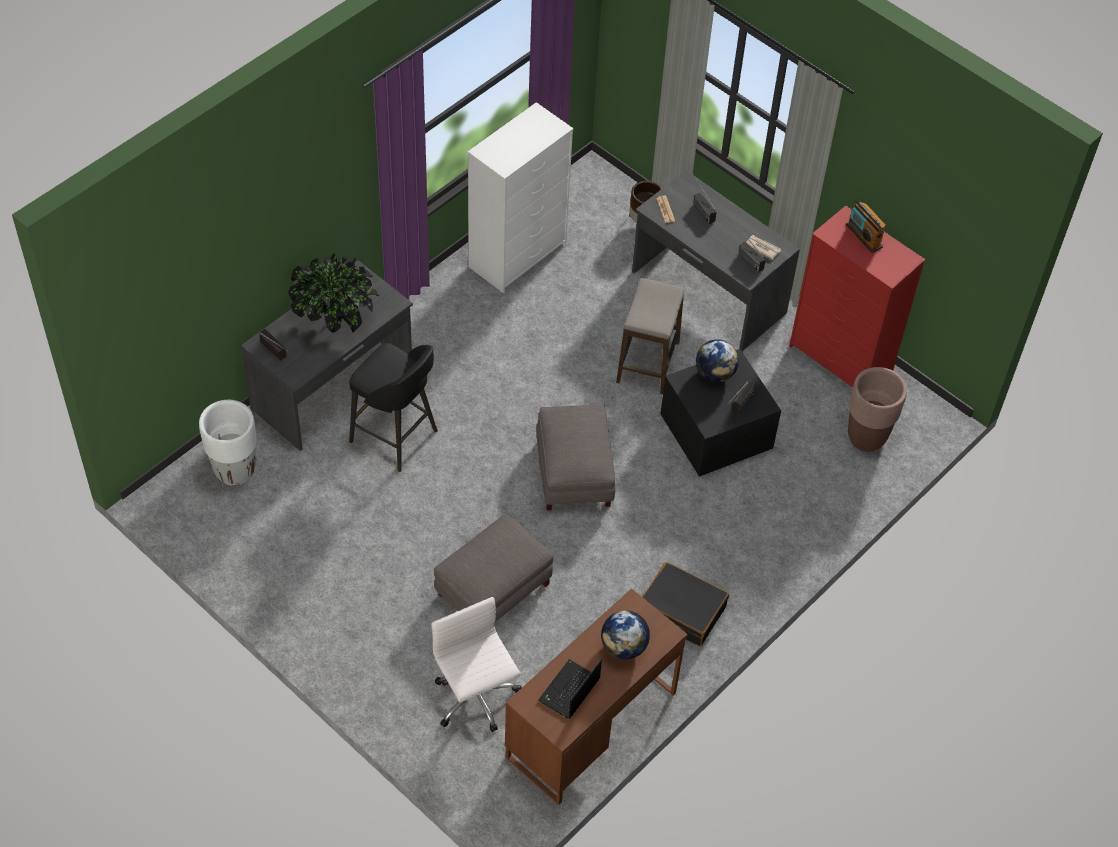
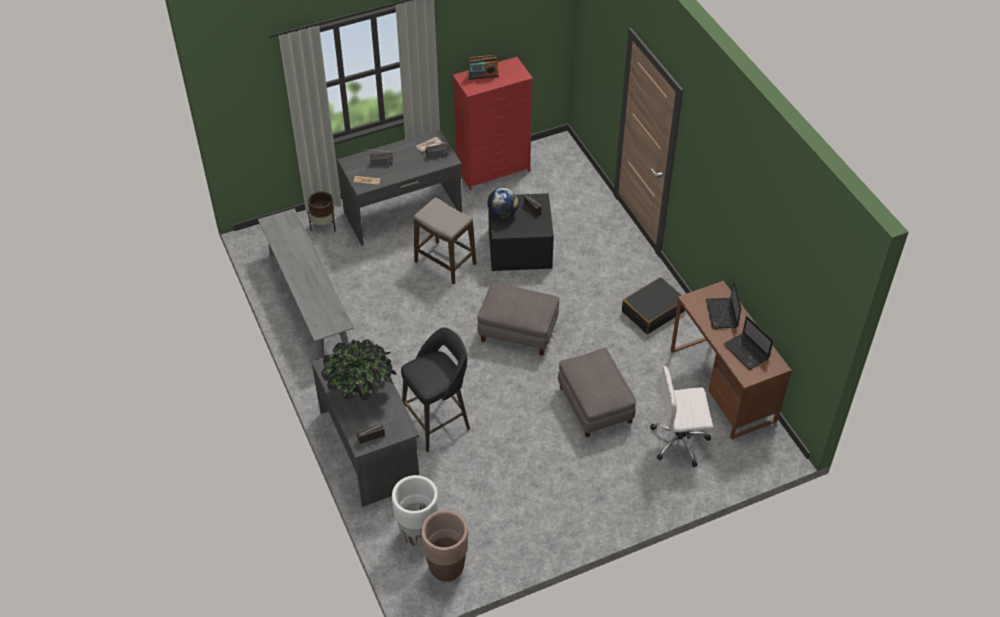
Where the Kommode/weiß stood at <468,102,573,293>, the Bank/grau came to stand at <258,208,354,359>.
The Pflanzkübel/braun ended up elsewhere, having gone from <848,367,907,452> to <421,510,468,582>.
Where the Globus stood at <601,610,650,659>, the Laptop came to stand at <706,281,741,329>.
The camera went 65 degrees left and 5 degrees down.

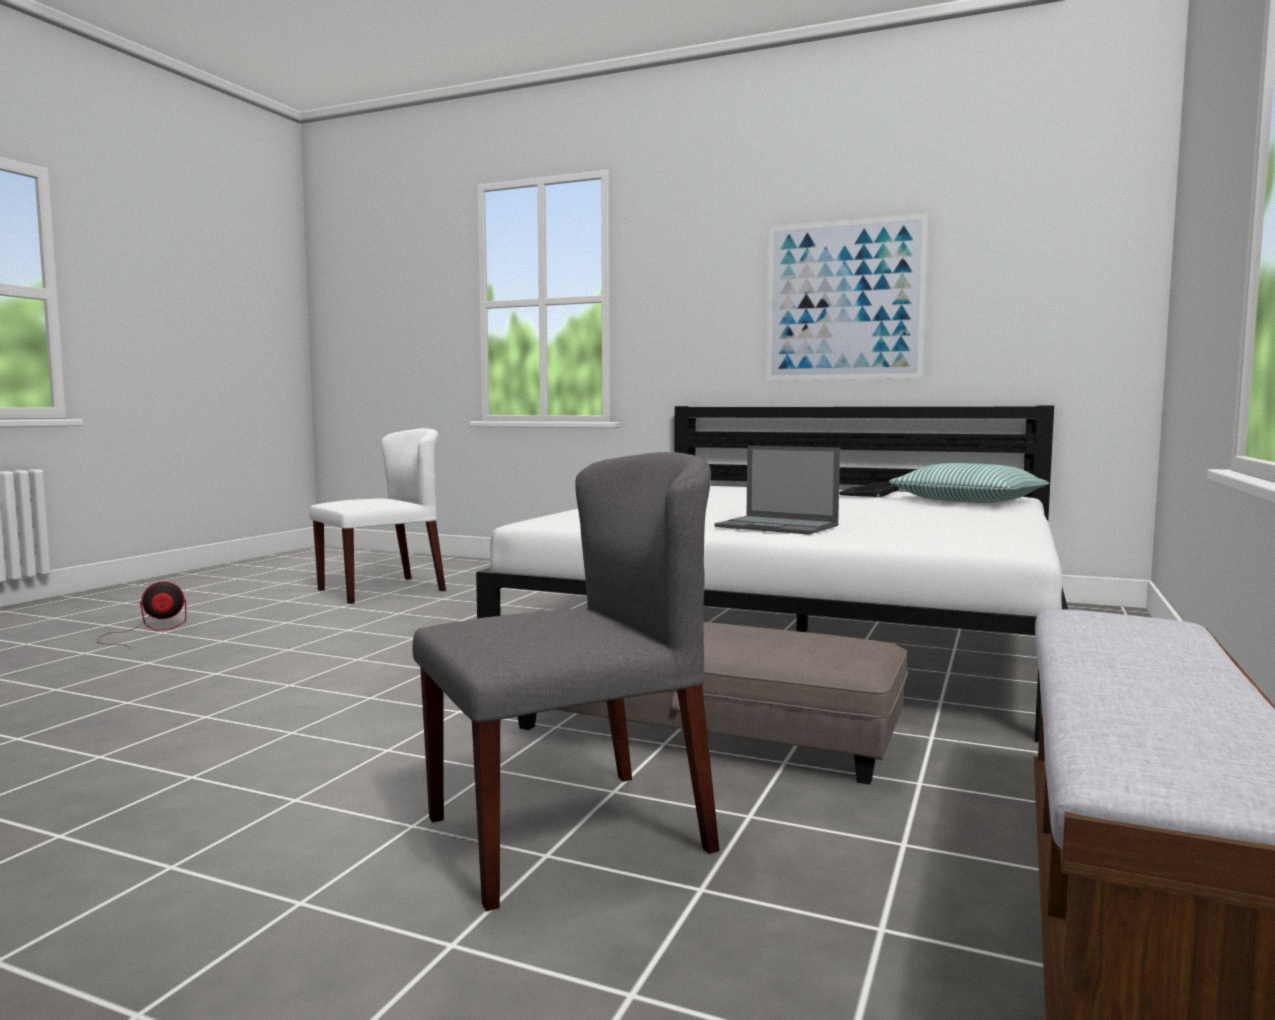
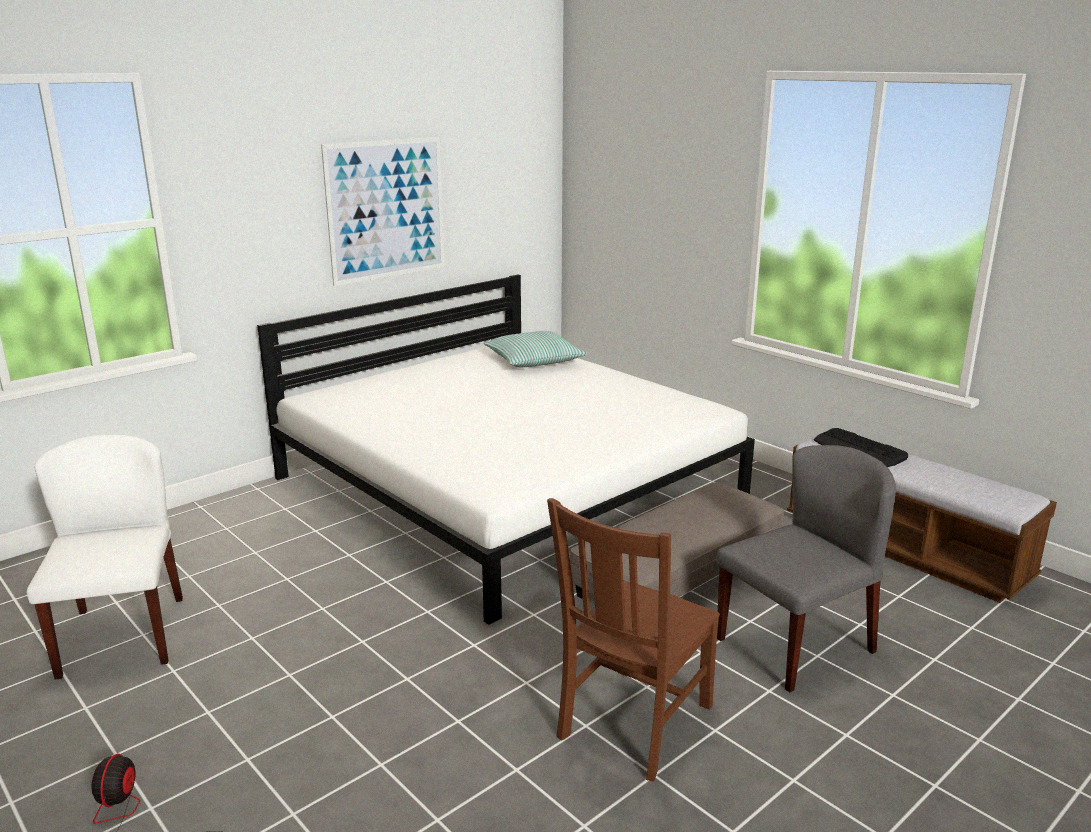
The second view gained the Stuhl/braun at <547,498,720,782>.
The Stuhl/grau at <413,452,719,911> ended up facing another way, 60 degrees clockwise from before.
The Tastatur ended up elsewhere, having gone from <839,482,899,497> to <814,428,908,467>.
The second view lost the Laptop at <714,446,840,535>.
The camera went 65 degrees left and 15 degrees up.

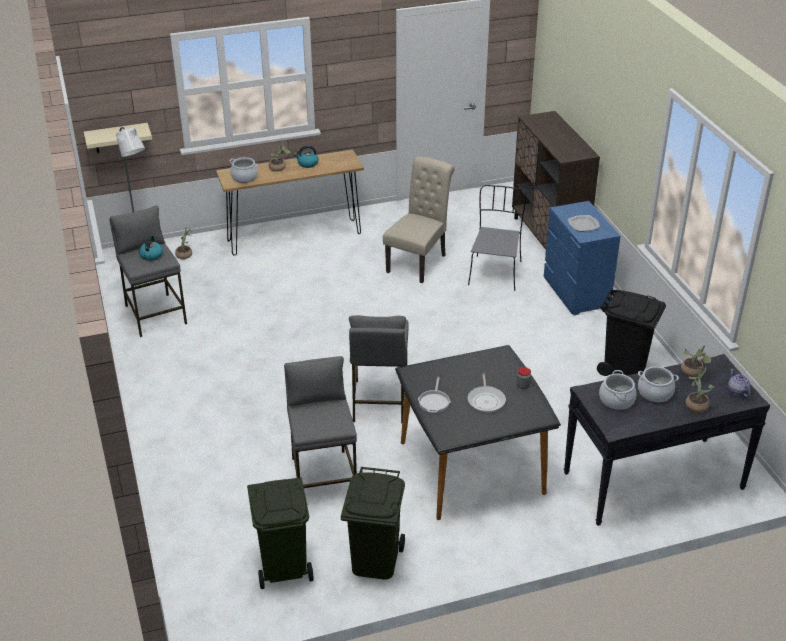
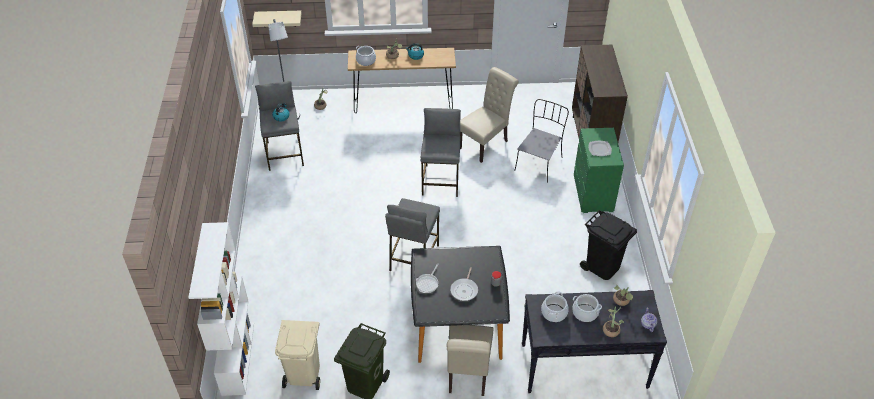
The second view gained the Bücherregal/weiß at <188,222,254,396>.
What was the Mülleimer/grün at <247,477,314,589> turned into the Mülleimer/beige at <275,320,320,390>.
The Hocker/grau ended up elsewhere, having gone from <284,356,357,488> to <421,108,461,197>.
The second view gained the Stuhl/beige at <446,325,493,396>.
What was the Kommode/blau at <544,201,621,315> turned into the Kommode/grün at <574,128,624,213>.
The camera went 15 degrees right and 10 degrees up.

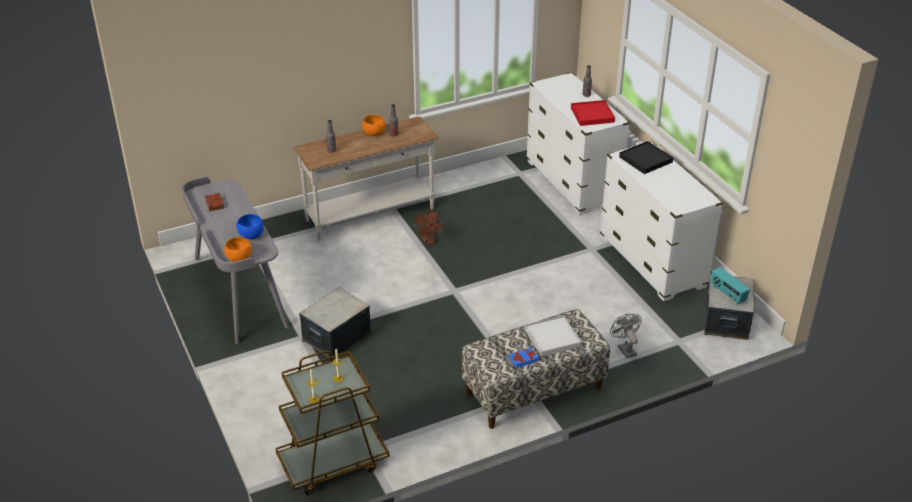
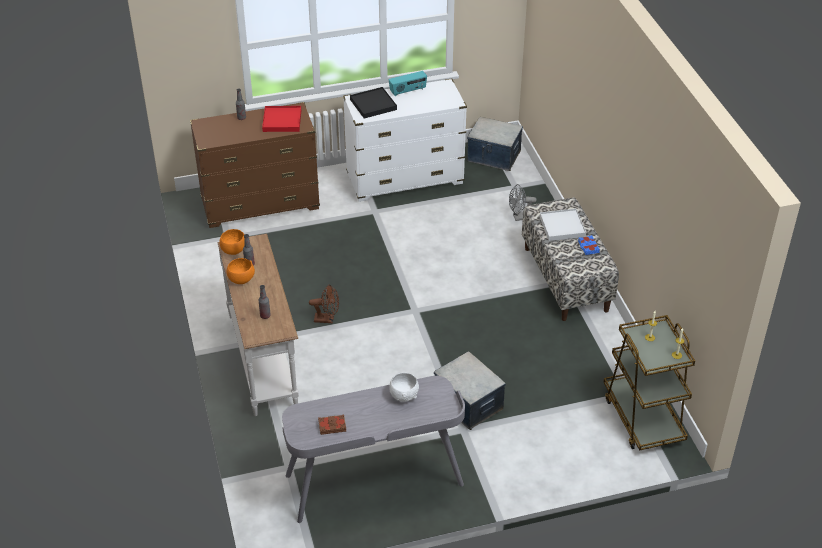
What was the Kommode/weiß at <526,72,630,215> turned into the Kommode/braun at <190,102,320,228>.
The Schüssel/orange ended up elsewhere, having gone from <224,237,252,262> to <219,229,245,255>.
The Radio ended up elsewhere, having gone from <711,267,750,304> to <389,71,427,96>.
What was the Schüssel/blau at <236,214,264,239> turned into the Schüssel/weiß at <389,373,419,402>.
The camera went 80 degrees left and 5 degrees up.

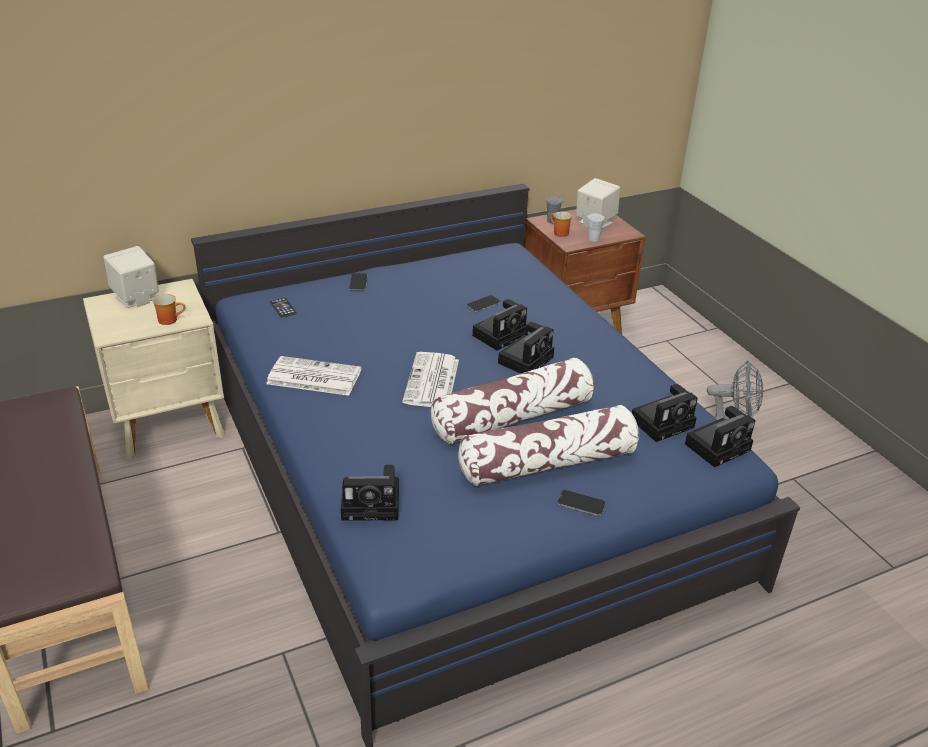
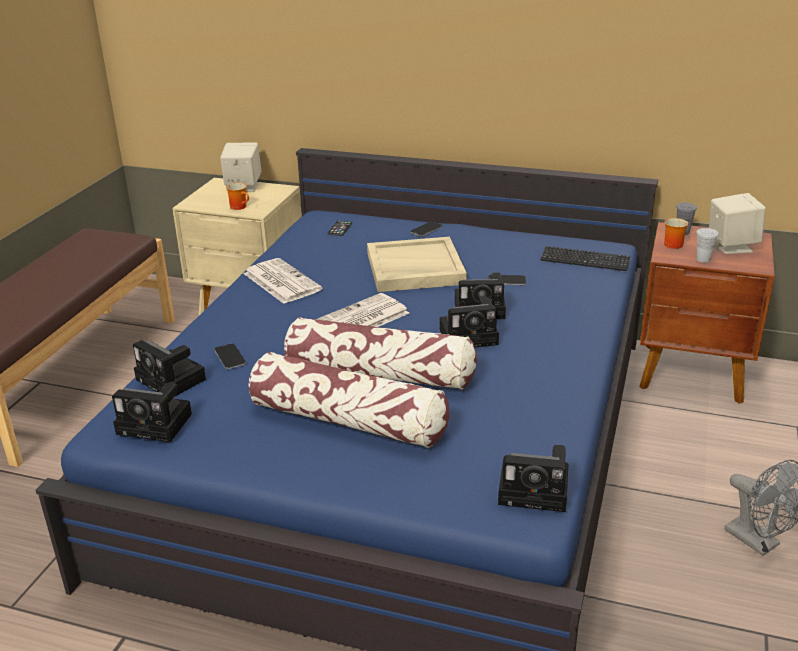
The Kamera ended up elsewhere, having gone from <632,384,698,442> to <112,383,192,442>.
The Handy ended up elsewhere, having gone from <557,490,605,516> to <214,344,246,369>.
The second view gained the Tablett/beige at <367,237,467,292>.
The second view gained the Tastatur at <541,246,630,271>.
The camera went 45 degrees right and 5 degrees down.

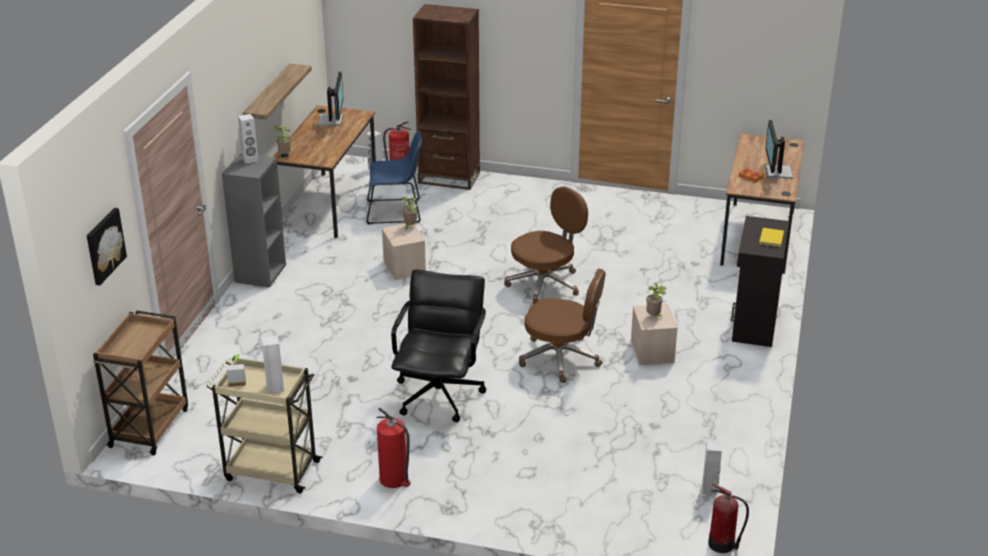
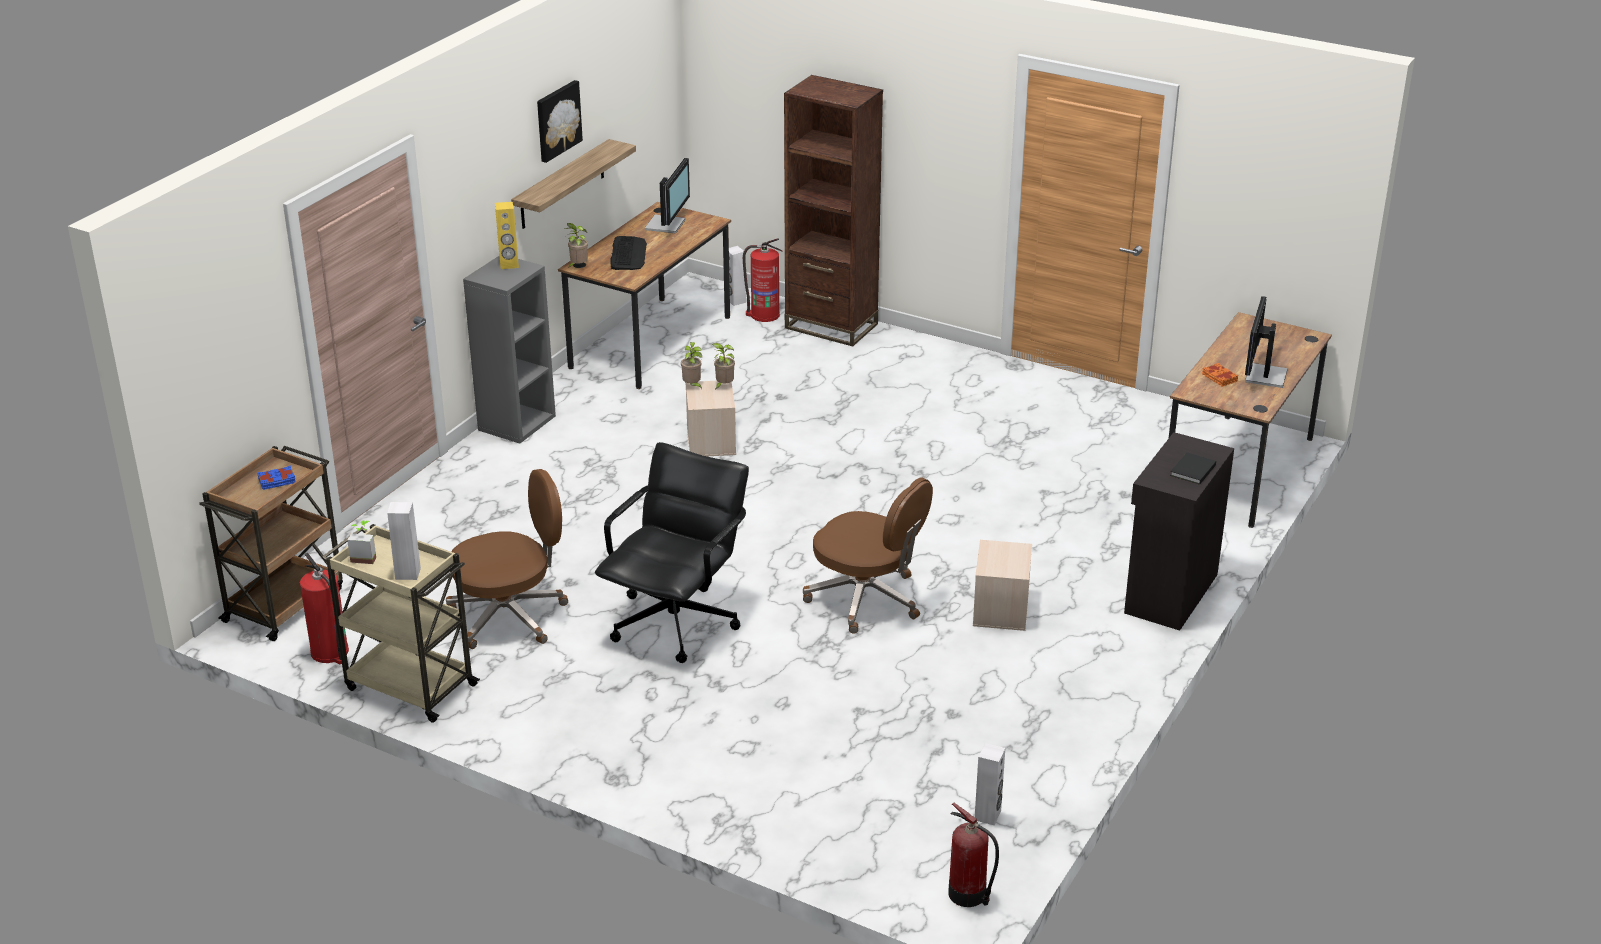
The second view gained the Buch/blau at <257,466,296,490>.
The Feuerlöscher ended up elsewhere, having gone from <376,408,411,488> to <300,553,349,664>.
The Bürostuhl/braun ended up elsewhere, having gone from <504,186,588,304> to <446,469,568,649>.
What was the Lautsprecher/weiß at <238,114,258,164> turned into the Lautsprecher/gelb at <495,202,519,269>.
The Bild ended up elsewhere, having gone from <87,208,127,285> to <537,80,583,163>.
The second view gained the Tastatur at <611,236,647,270>.
The Topfpflanze ended up elsewhere, having gone from <646,283,666,318> to <681,342,702,389>.
What was the Buch/gelb at <759,228,784,248> turned into the Buch/schwarz at <1170,452,1216,485>.
The second view lost the Stuhl/blau at <366,131,422,224>.
The camera went 15 degrees right and 0 degrees up.

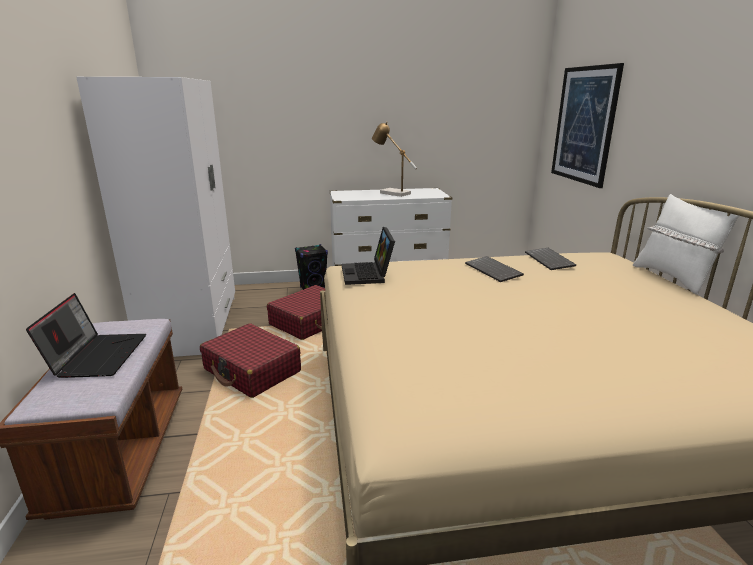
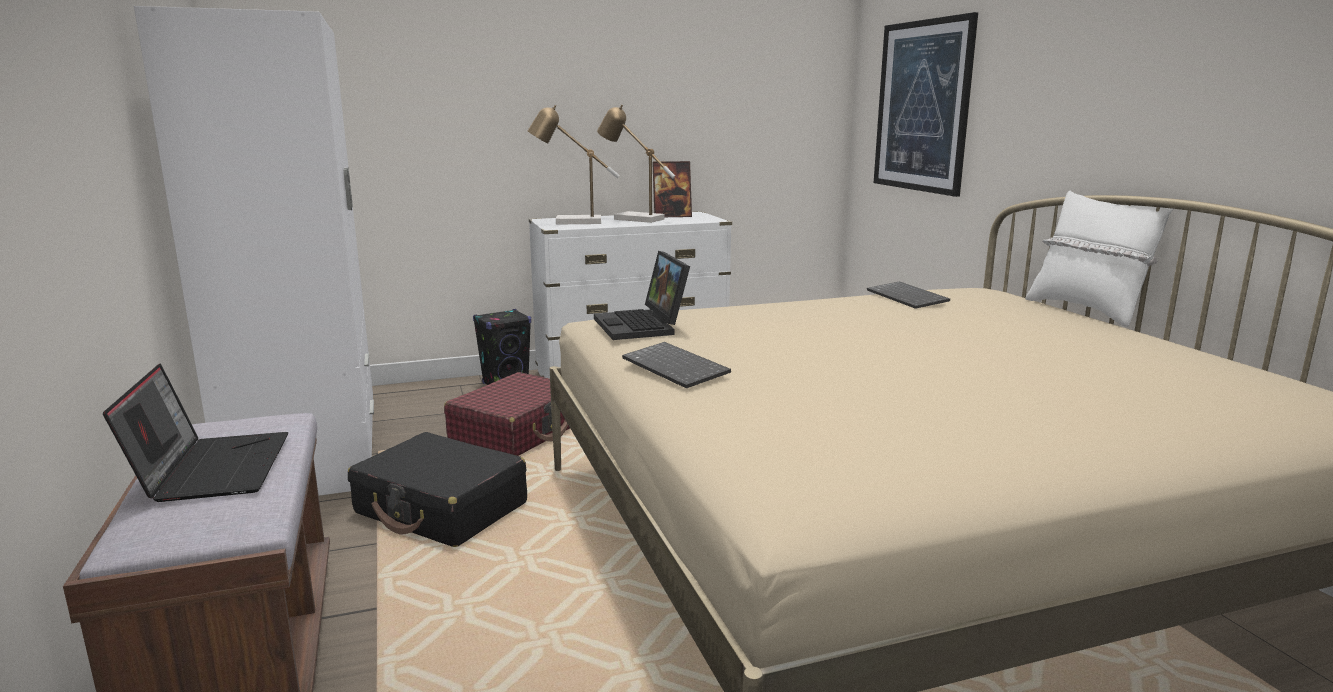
What was the Koffer/rot at <200,323,301,398> turned into the Koffer/schwarz at <348,432,527,547>.
The second view gained the Tischlampe at <528,105,620,224>.
The Tastatur ended up elsewhere, having gone from <465,256,524,282> to <622,342,731,388>.
The second view gained the Bilderrahmen at <652,161,692,217>.
The camera went 10 degrees left and 5 degrees down.

